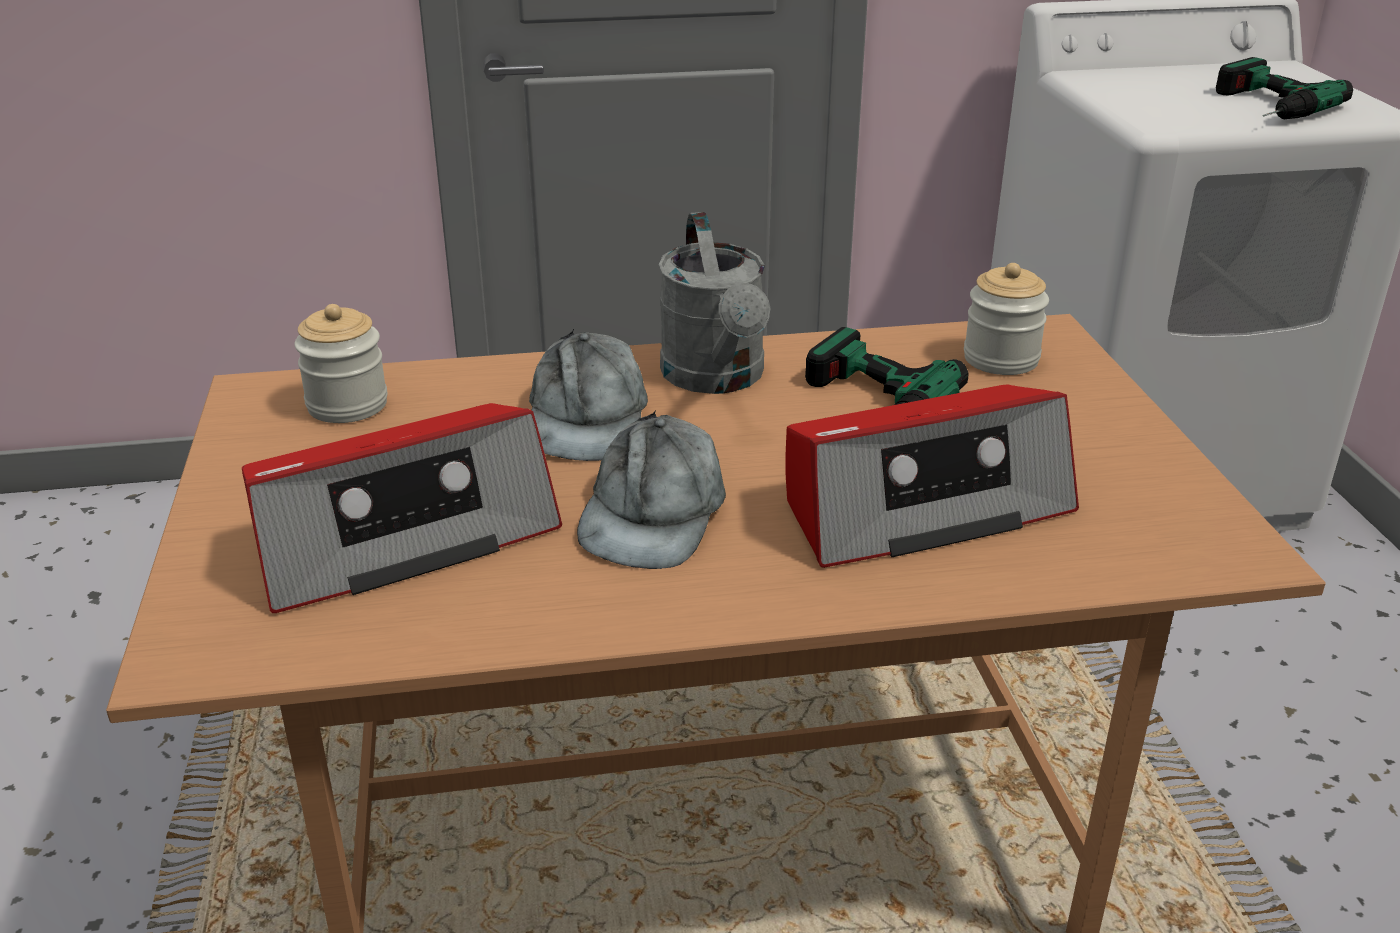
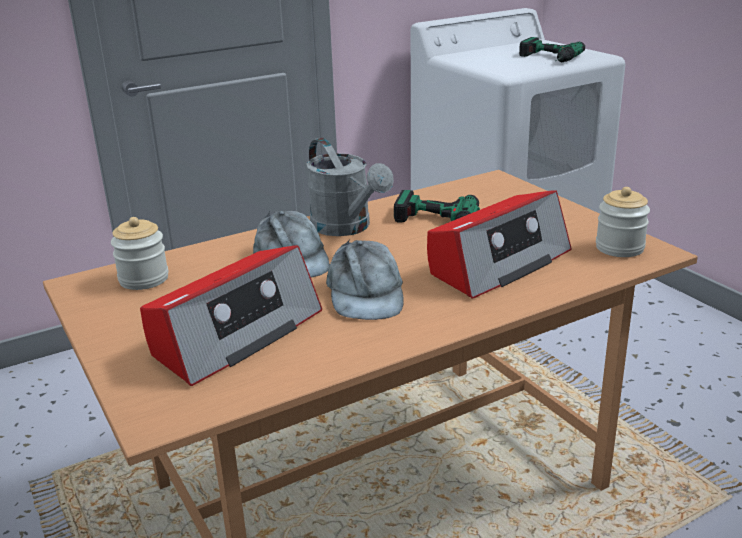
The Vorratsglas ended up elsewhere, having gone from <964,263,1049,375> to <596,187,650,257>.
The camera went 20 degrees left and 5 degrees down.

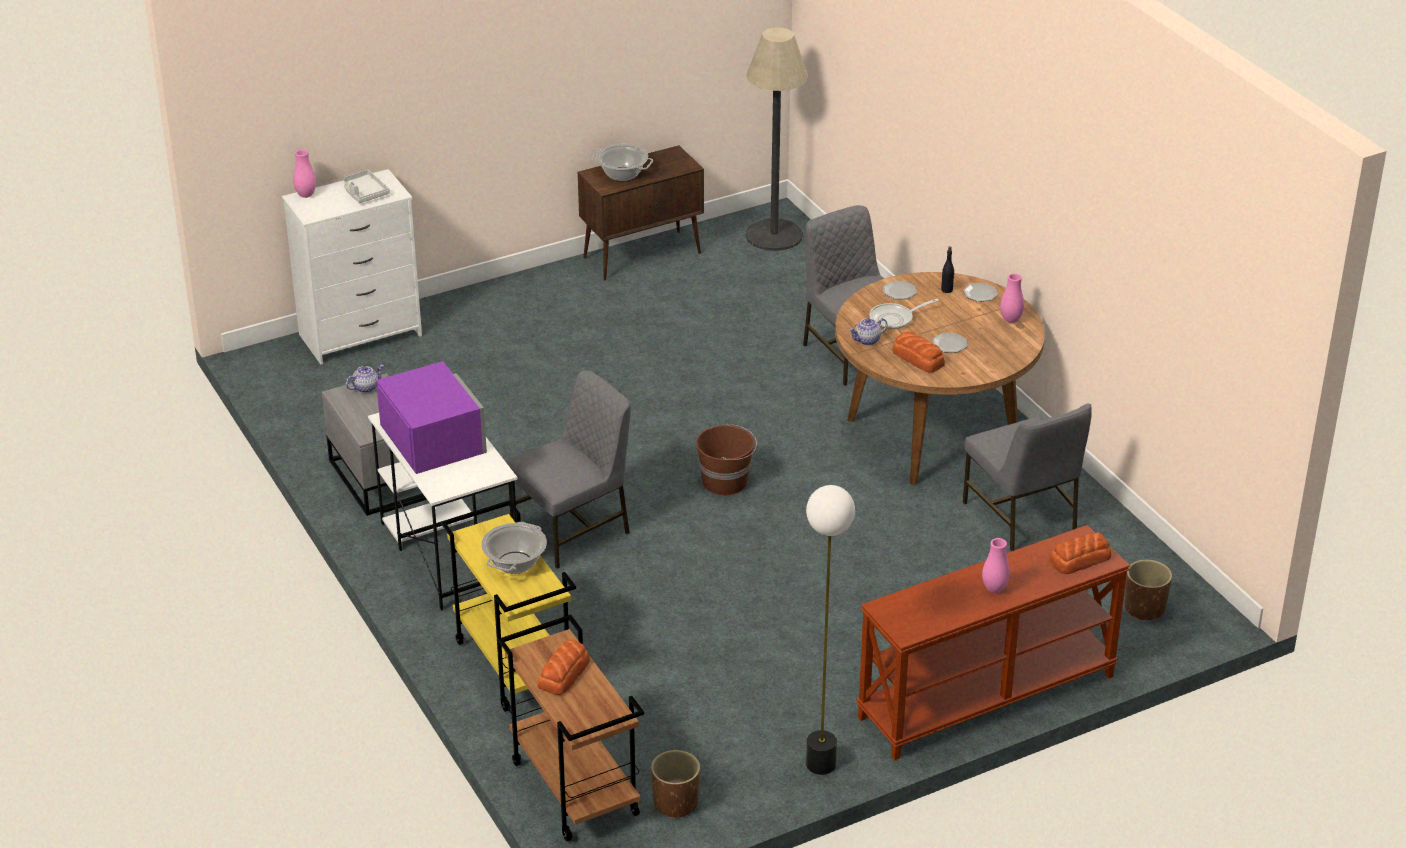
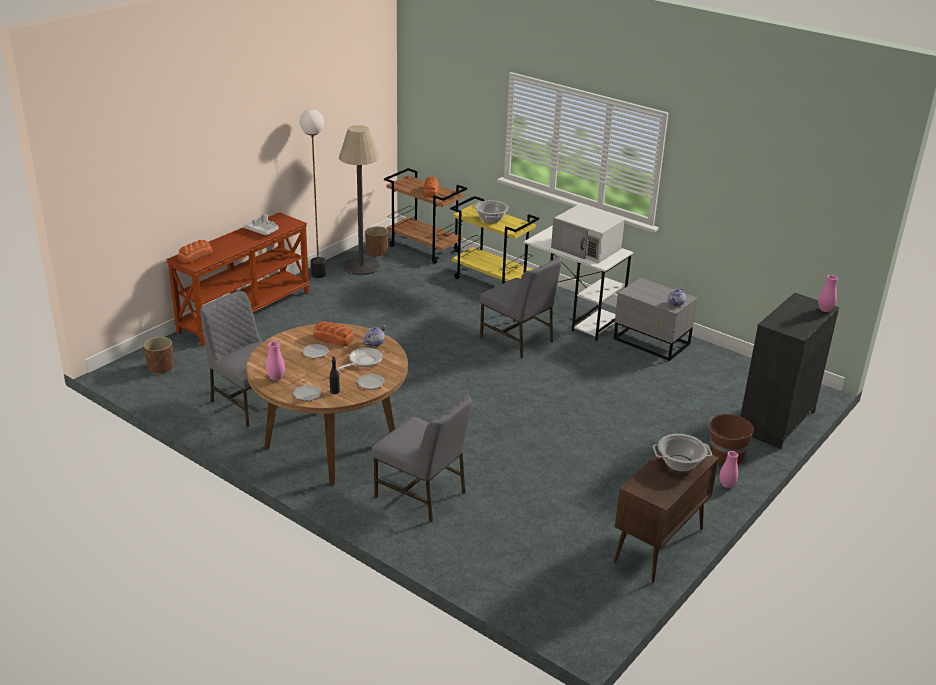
The Tablett/grau ended up elsewhere, having gone from <344,170,390,203> to <244,214,278,235>.
The Stehlampe ended up elsewhere, having gone from <746,27,808,251> to <339,125,380,275>.
The Stuhl/grau at <505,370,631,569> ended up facing another way, 75 degrees counterclockwise from before.
What was the Mikrowelle/lila at <376,361,487,474> turned into the Mikrowelle/weiß at <551,205,625,263>.
The Eimer/braun ended up elsewhere, having gone from <696,424,757,495> to <708,413,754,465>.
The Vase/rosa ended up elsewhere, having gone from <982,538,1010,593> to <720,451,738,488>.
What was the Kommode/weiß at <282,169,422,364> turned into the Kommode/schwarz at <740,293,839,449>.
The camera went 155 degrees right and 5 degrees down.

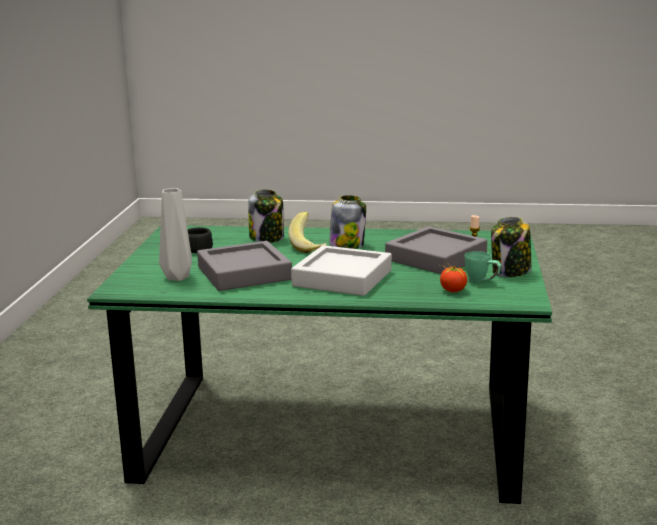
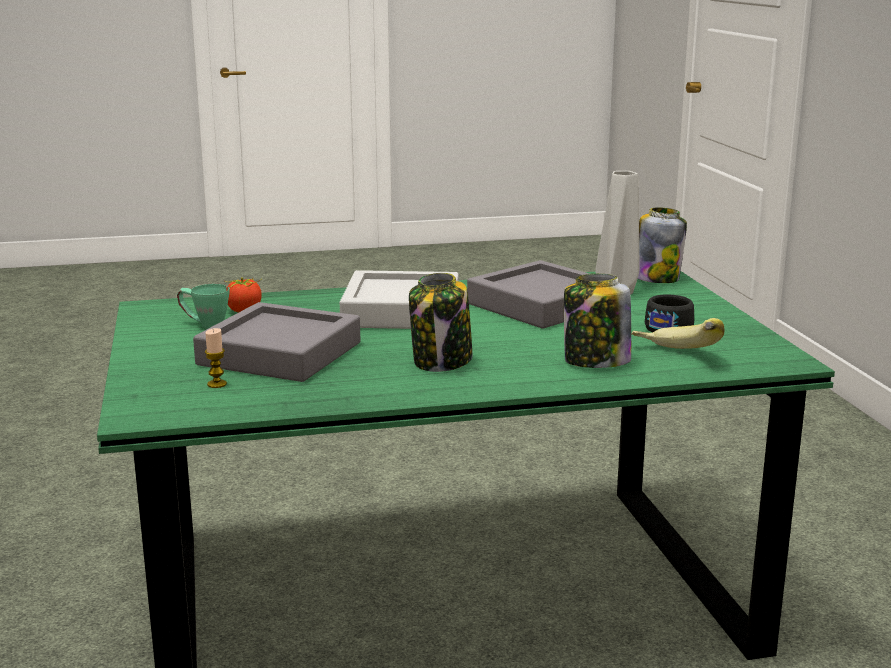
The Banane ended up elsewhere, having gone from <288,212,327,253> to <631,318,724,349>.
The Vorratsglas ended up elsewhere, having gone from <491,217,532,277> to <637,207,687,283>.
The camera went 160 degrees right and 0 degrees up.

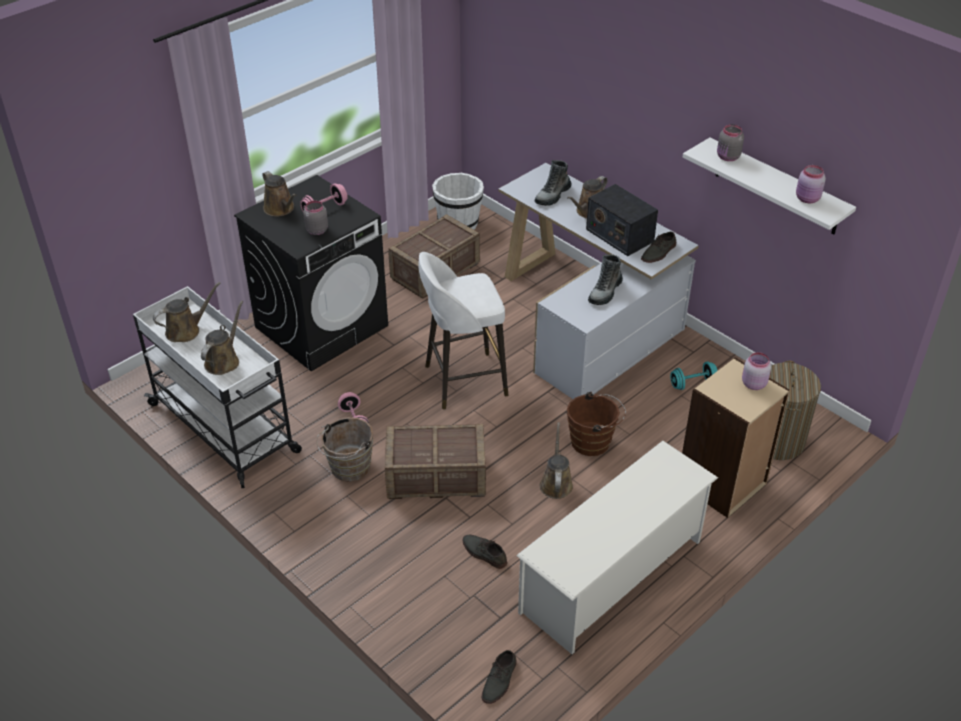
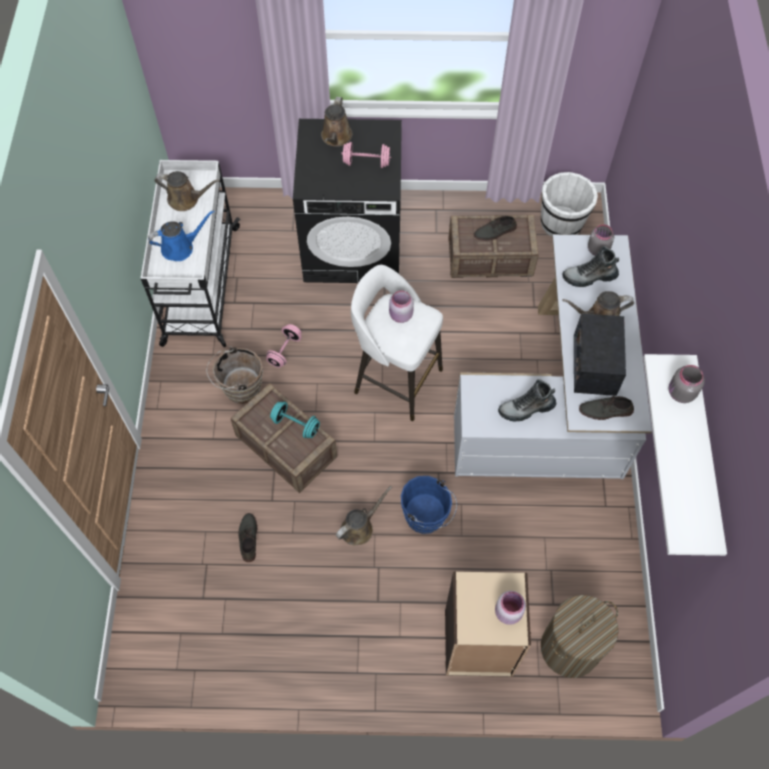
What was the Gießkanne/braun at <201,301,243,375> turned into the Gießkanne/blau at <148,210,215,261>.
The Hantel/türkis ended up elsewhere, having gone from <670,361,718,390> to <270,402,320,438>.
The Vorratsglas/rosa ended up elsewhere, having gone from <796,165,826,203> to <389,290,414,323>.
What was the Eimer/braun at <567,392,626,456> turned into the Eimer/blau at <401,476,457,534>.
The Schuh/grau ended up elsewhere, having gone from <482,650,517,704> to <474,216,517,241>.
The Vorratsglas/grau ended up elsewhere, having gone from <303,201,328,235> to <588,224,614,256>.
The second view lost the Schuhregal/weiß at <516,441,718,654>.
The camera went 45 degrees right and 20 degrees up.

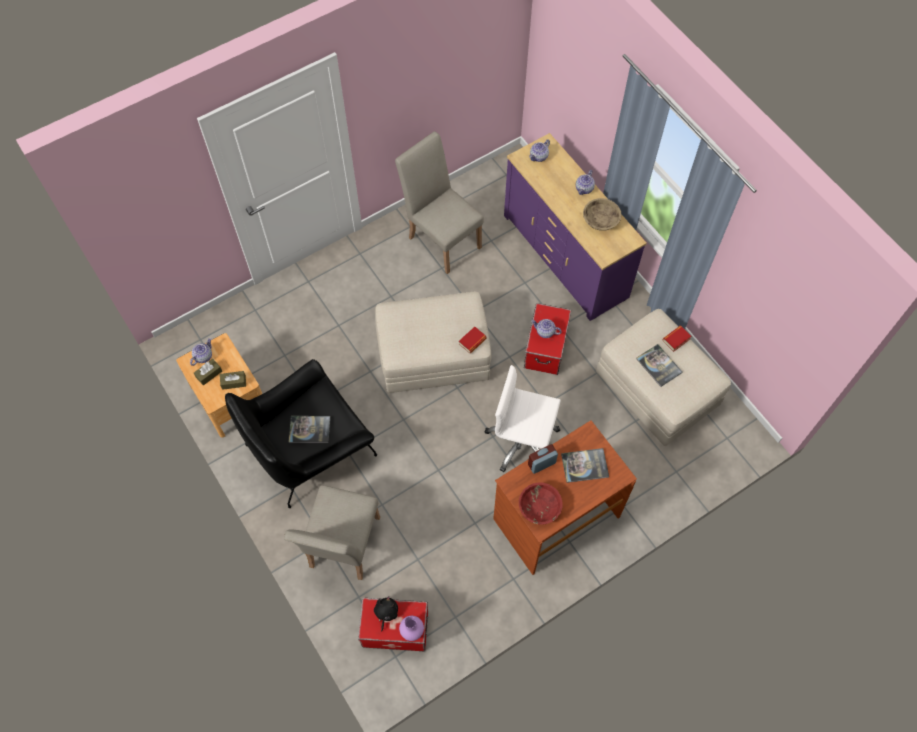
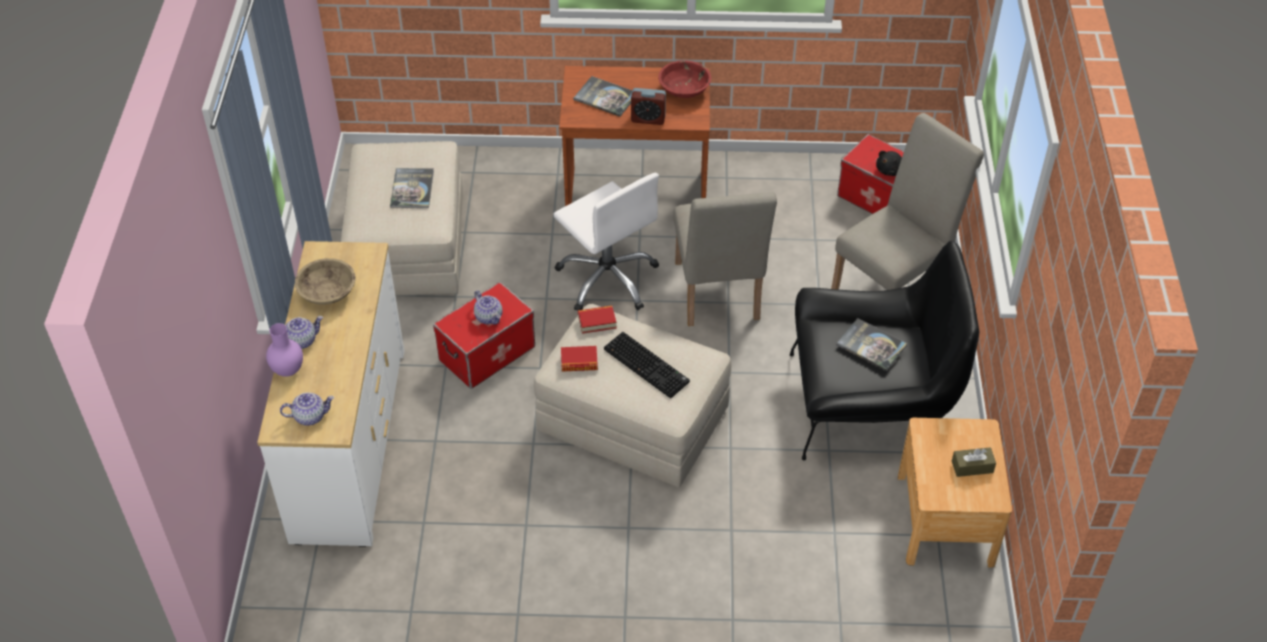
What was the Kommode/lila at <504,133,647,321> turned into the Kommode/weiß at <257,241,405,547>.
The Vase/lila ended up elsewhere, having gone from <399,616,424,641> to <266,323,303,377>.
The Buch ended up elsewhere, having gone from <663,326,692,352> to <561,346,598,372>.
The second view gained the Tastatur at <604,332,690,398>.
The Stuhl/beige ended up elsewhere, having gone from <395,132,484,274> to <673,192,777,326>.
The second view lost the Teekanne at <190,338,212,366>.
The second view lost the Taschentuchbox/braun at <220,371,246,390>.
The camera went 145 degrees left and 15 degrees down.

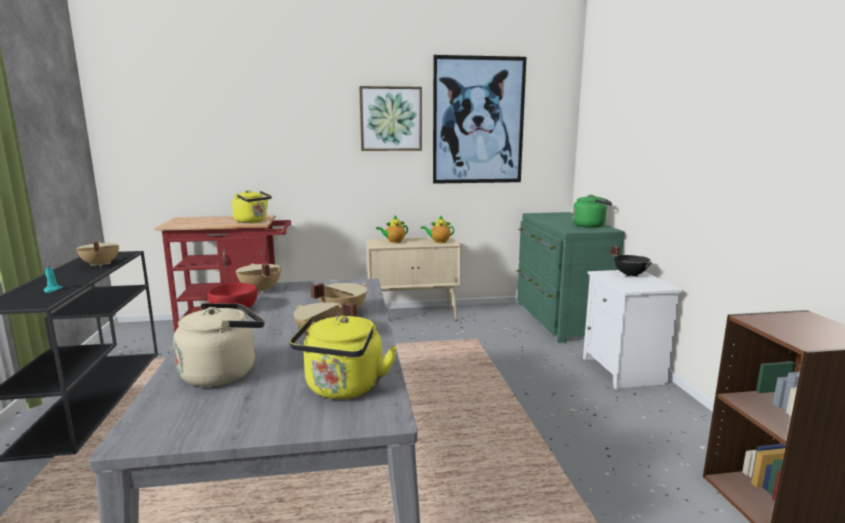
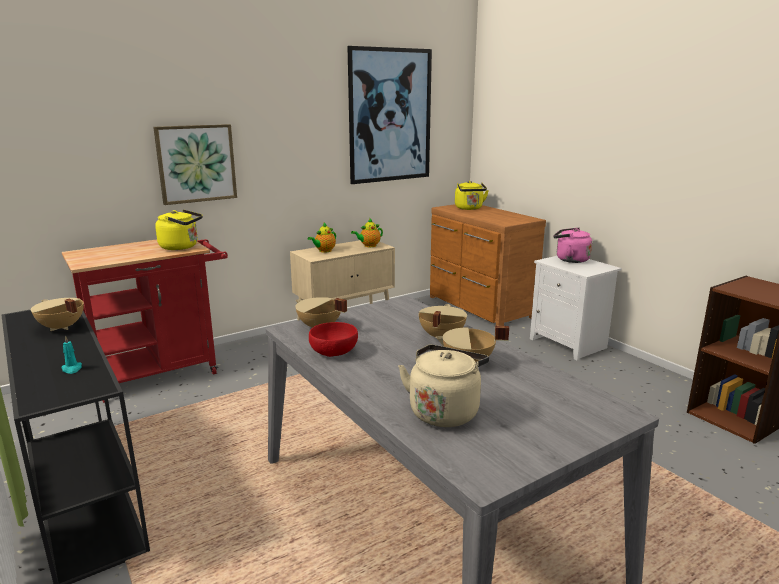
The Bild ended up elsewhere, having gone from <359,86,422,151> to <153,124,237,205>.
What was the Kommode/grün at <517,212,625,343> turned into the Kommode/braun at <430,204,546,326>.
The Wasserkessel/gelb ended up elsewhere, having gone from <290,315,397,399> to <455,181,489,210>.
Where the Kochtopf/schwarz stood at <610,246,652,277>, the Wasserkessel/rosa came to stand at <553,228,592,263>.
The second view lost the Wasserkessel/grün at <573,195,612,228>.
The camera went 25 degrees left and 5 degrees up.

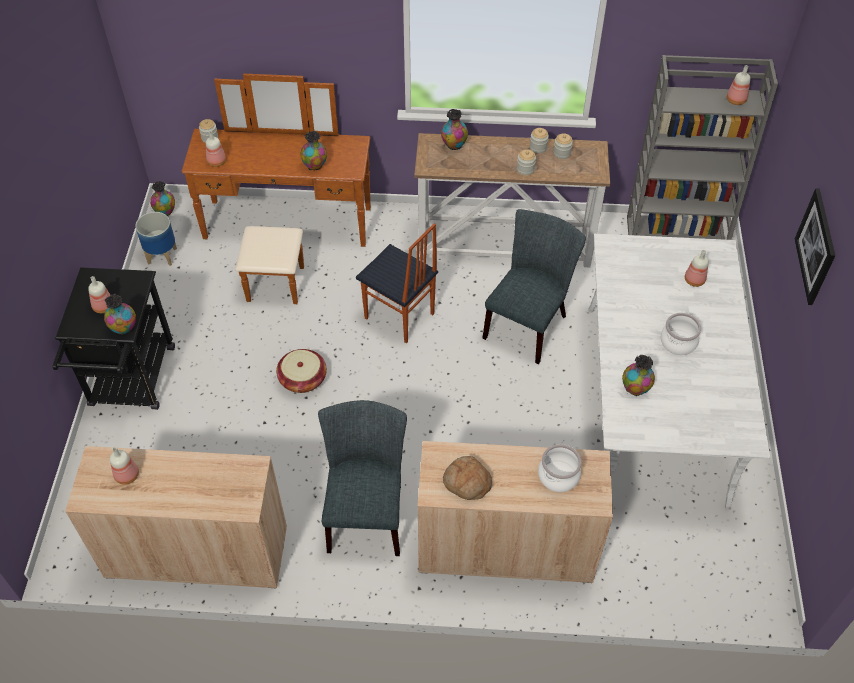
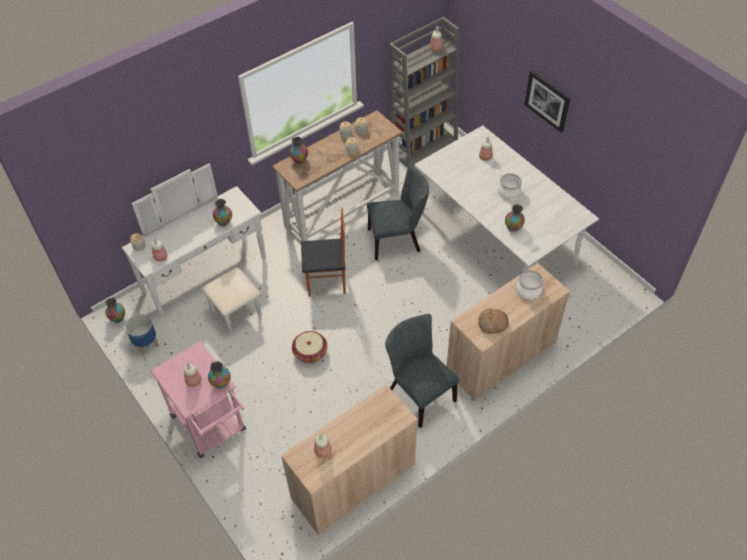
What was the Kommode/braun at <182,73,371,304> turned into the Kommode/weiß at <122,163,266,335>.
What was the Rollwagen/schwarz at <53,267,175,410> turned into the Rollwagen/rosa at <151,341,246,458>.
The Stuhl/grau at <482,209,586,364> ended up facing another way, 90 degrees clockwise from before.
The camera went 40 degrees left and 0 degrees up.

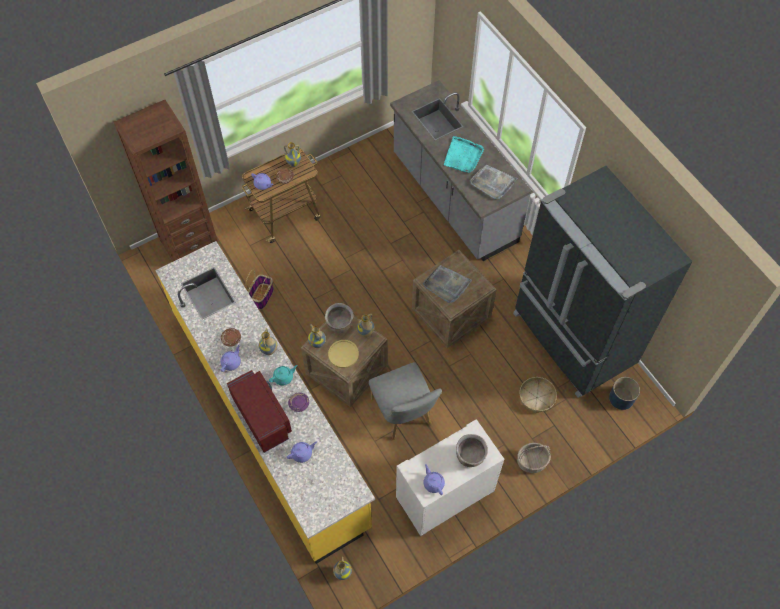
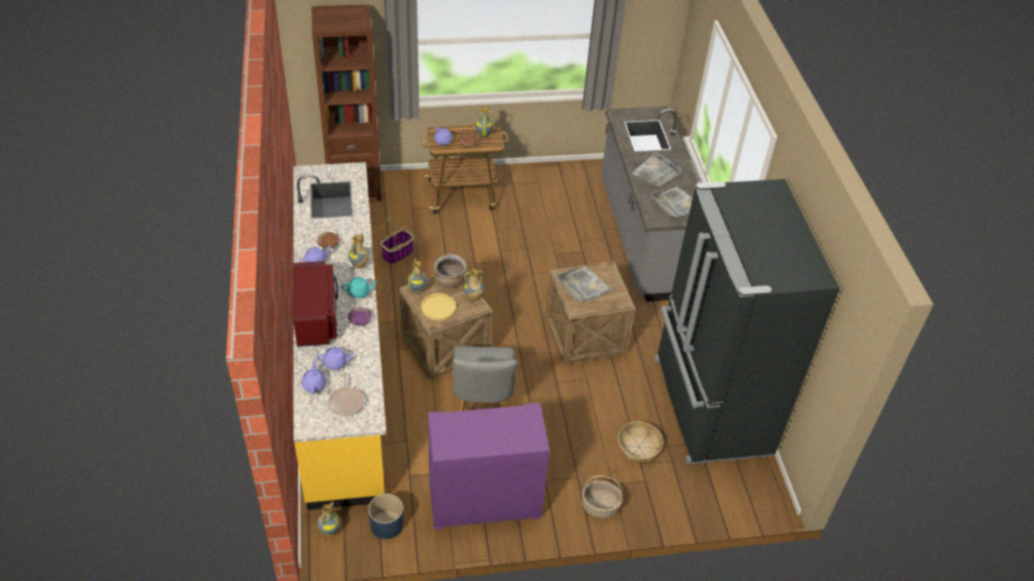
The Teekanne/lila ended up elsewhere, having gone from <423,464,445,495> to <301,360,326,394>.
The second view gained the Pfanne at <328,372,364,416>.
The Pflanzkübel/blau ended up elsewhere, having gone from <609,377,640,410> to <368,494,403,539>.
What was the Kommode/weiß at <396,419,504,537> turned into the Kommode/lila at <428,403,550,530>.
What was the Tablett/türkis at <444,136,484,173> turned into the Tablett/grau at <632,152,682,188>.
The second view lost the Kochtopf/braun at <456,434,488,467>.
The camera went 20 degrees right and 15 degrees down.

